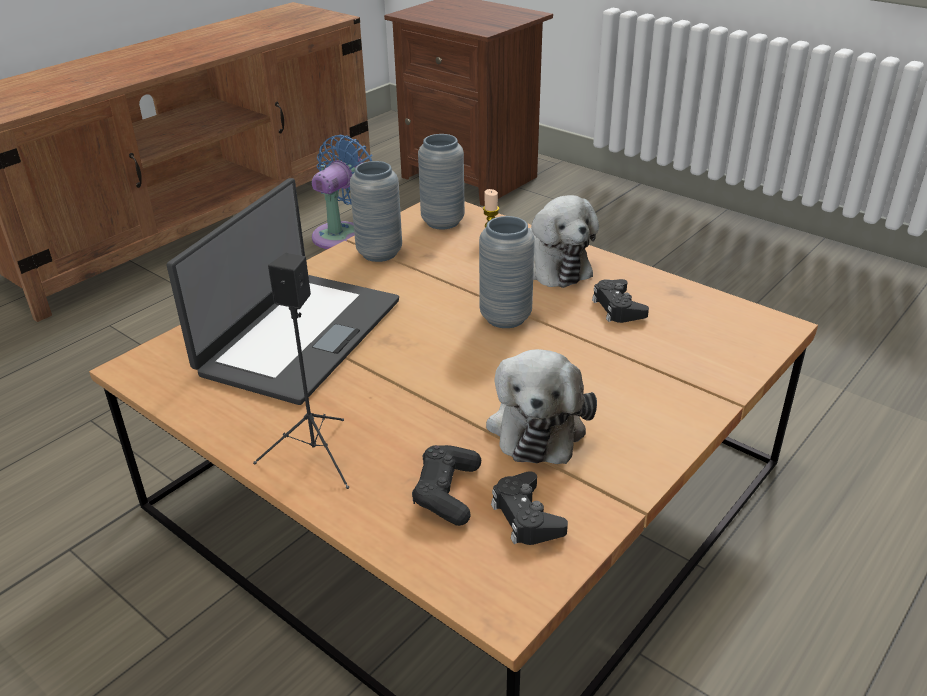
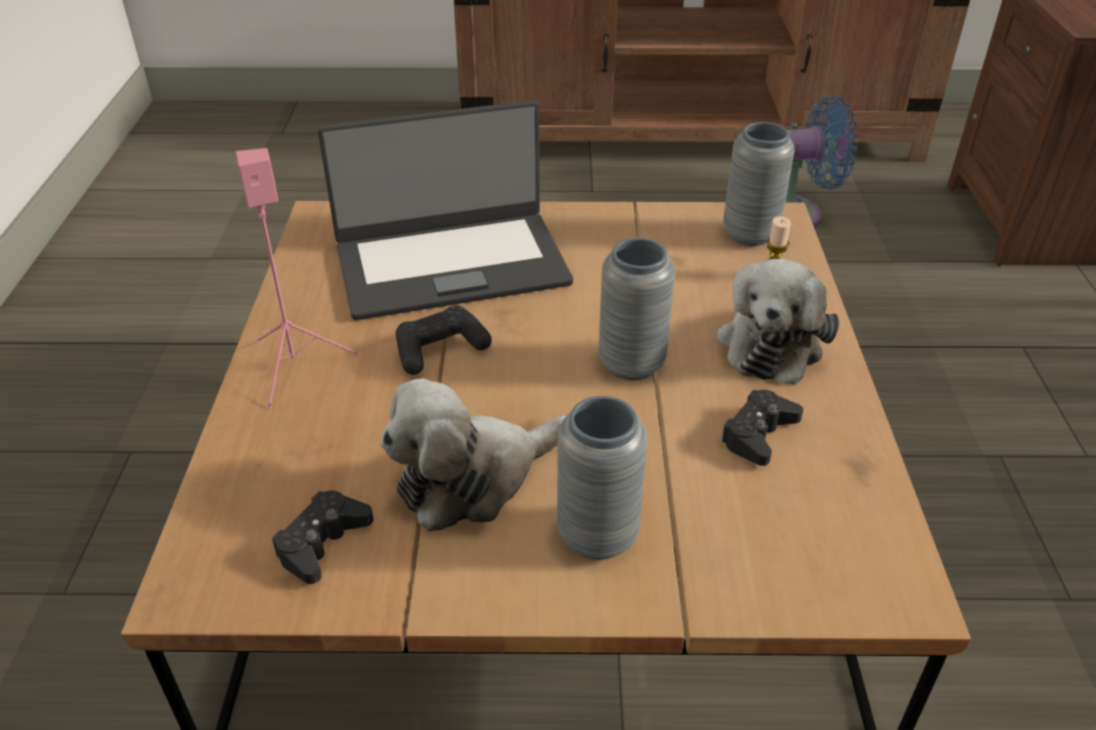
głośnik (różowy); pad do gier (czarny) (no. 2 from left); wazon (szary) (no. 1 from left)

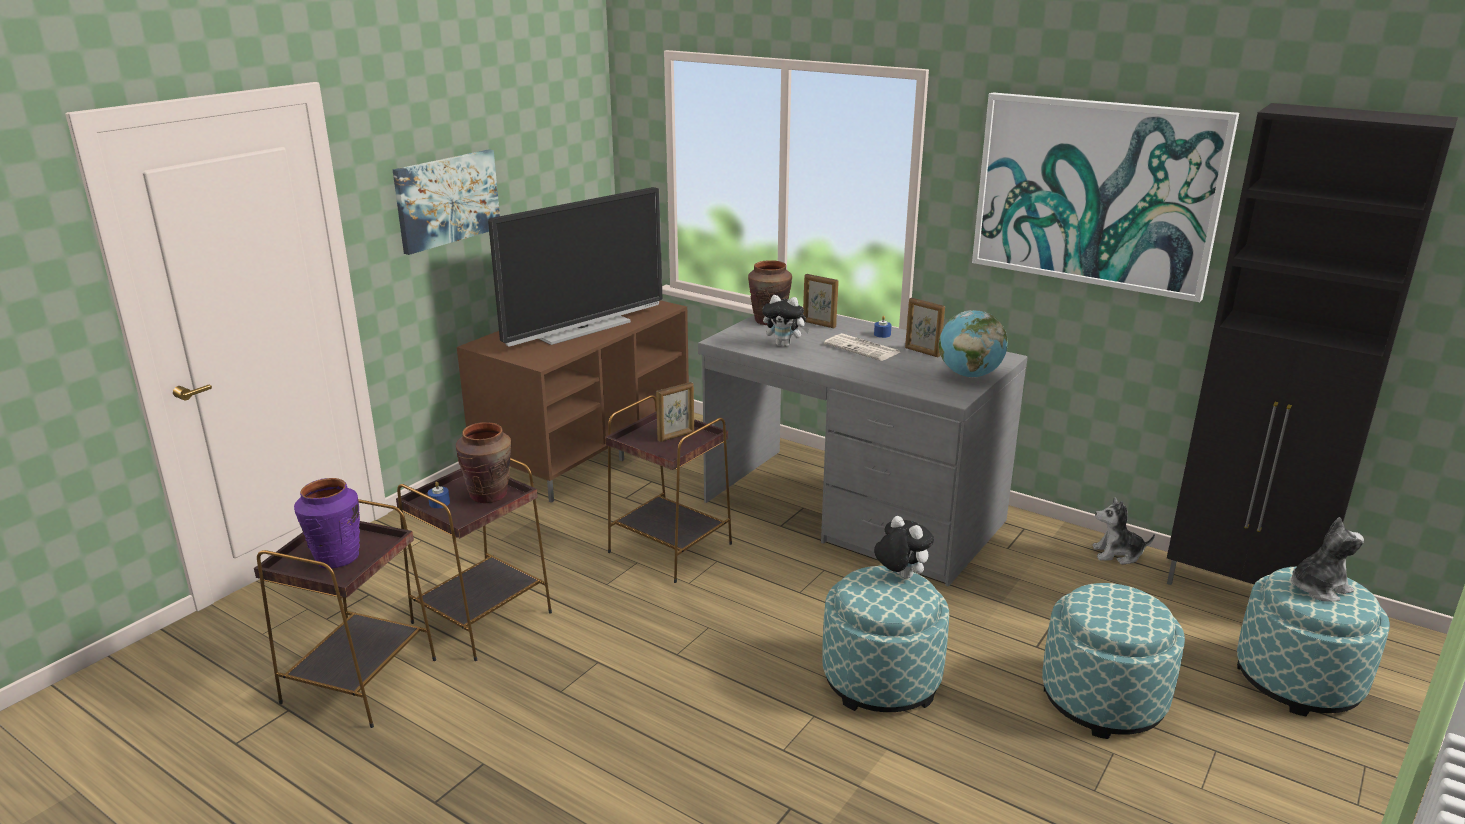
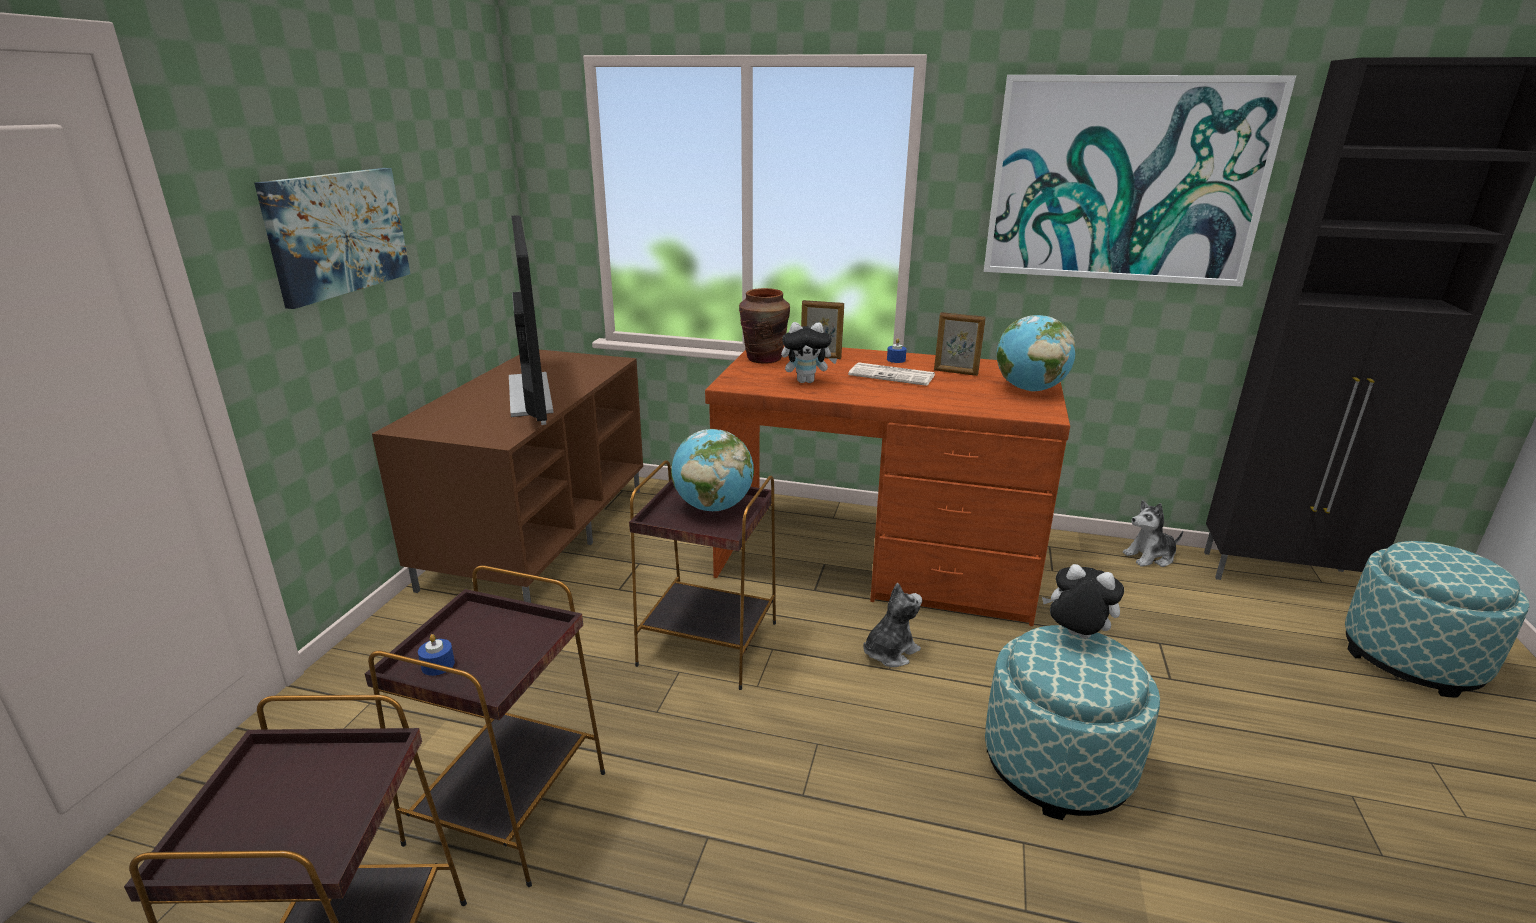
telewizor; globus (no. 1 from left); biurko (brązowy); pluszak (no. 2 from left); wazon (fioletowy); wazon (brązowy) (no. 1 from left in the first image); pufa (no. 2 from left in the first image)

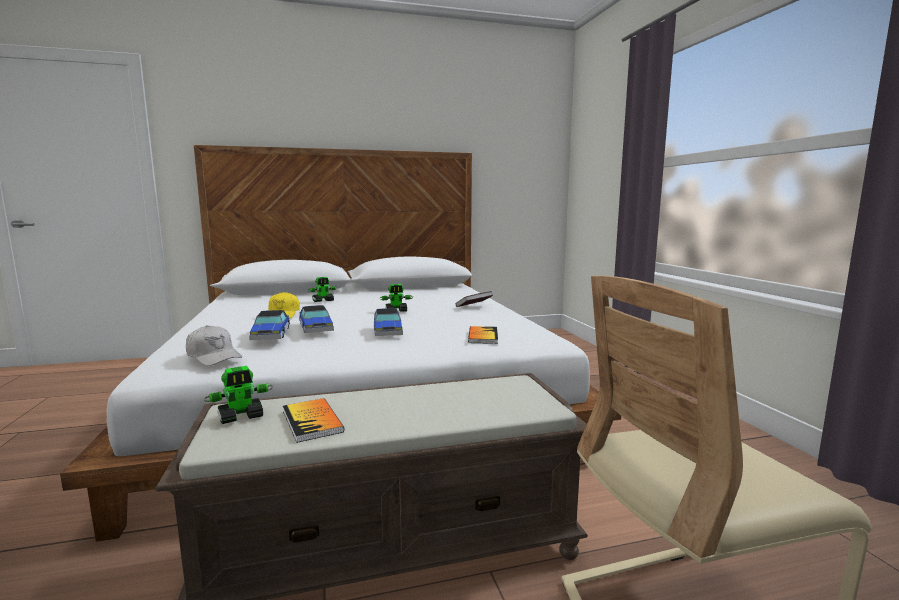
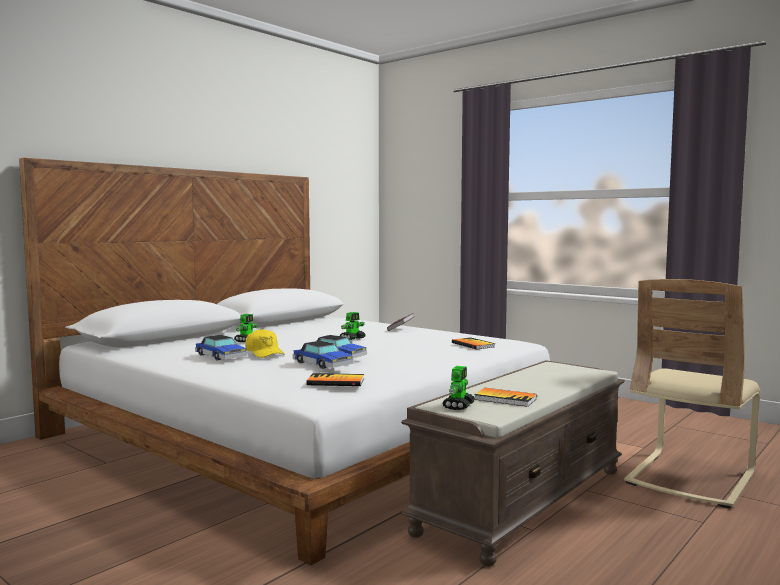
samochodzik (no. 1 from left); książka (no. 1 from left)

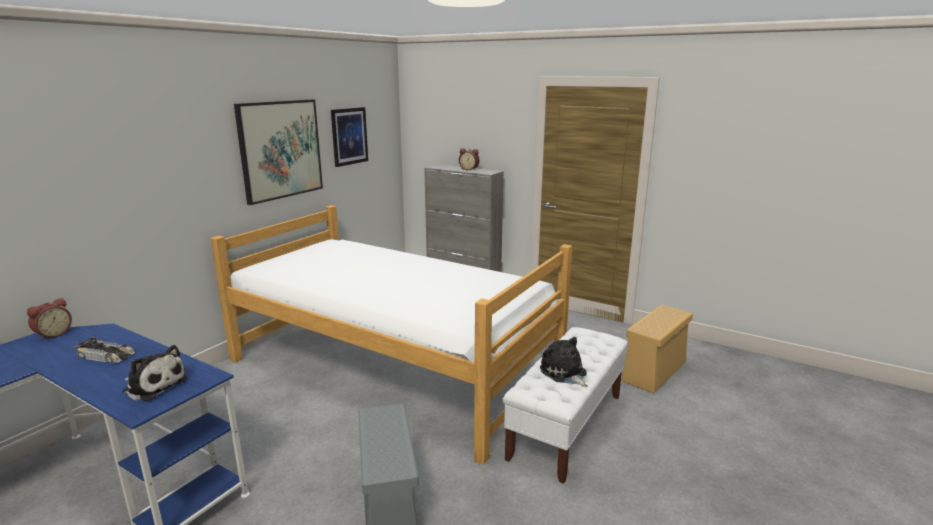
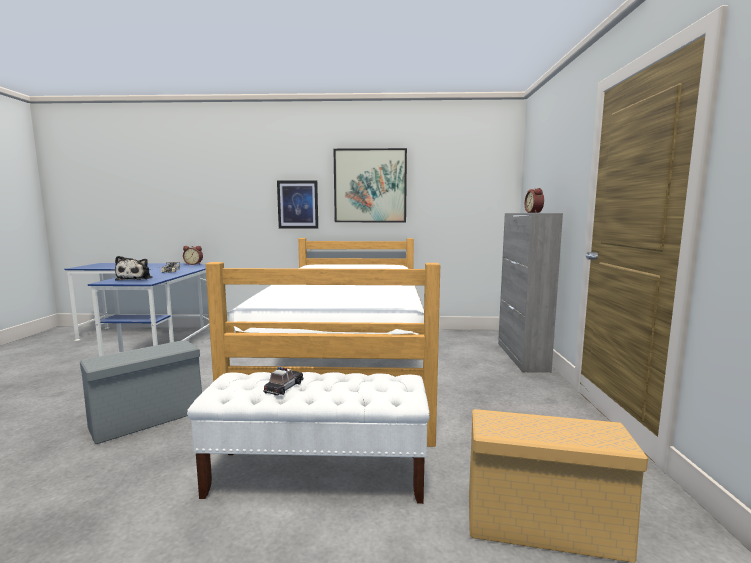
samochodzik (no. 2 from left); obraz (no. 1 from left)

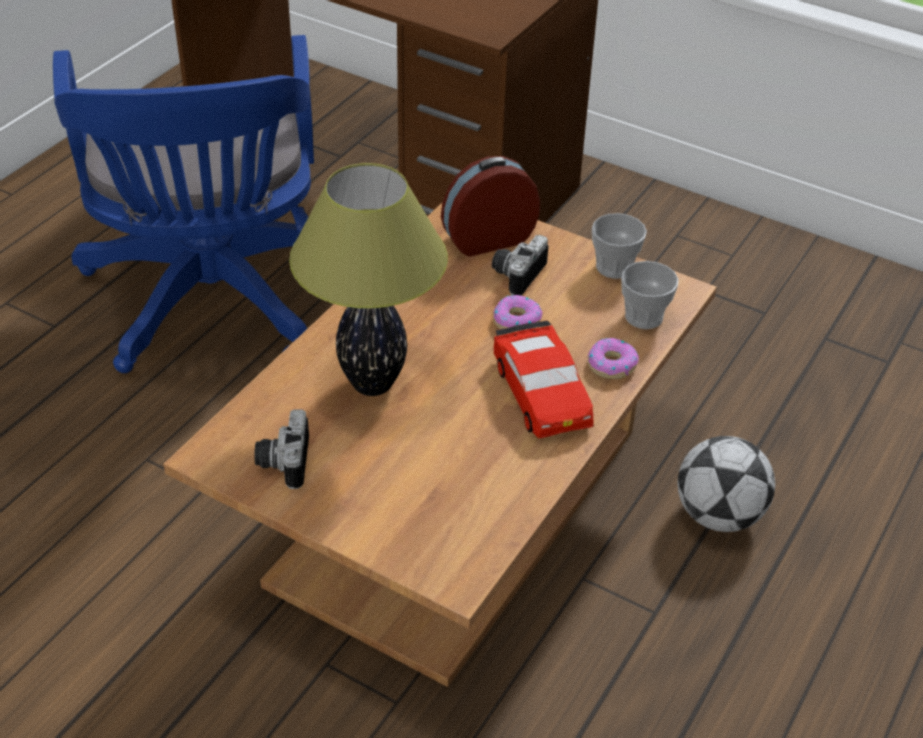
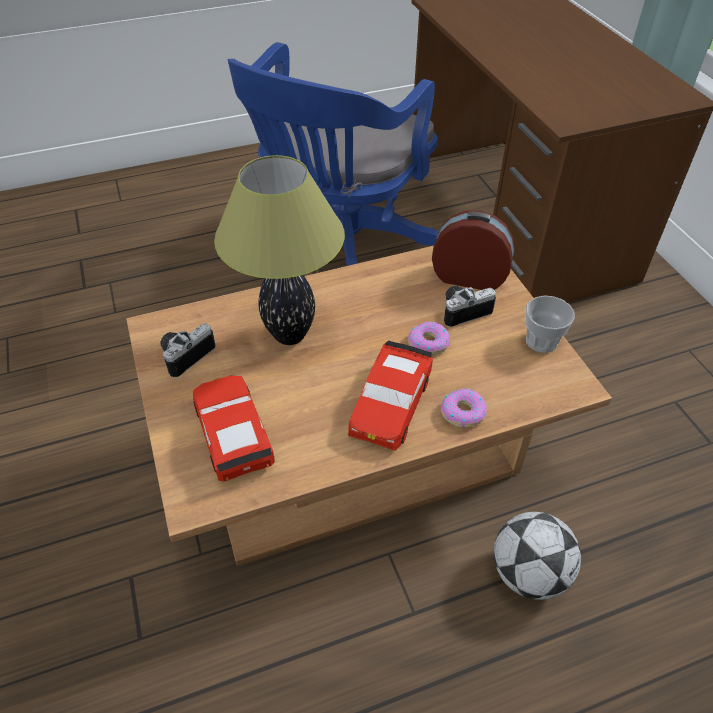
samochodzik (czerwony) (no. 1 from left); filiżanka (no. 2 from left in the first image)

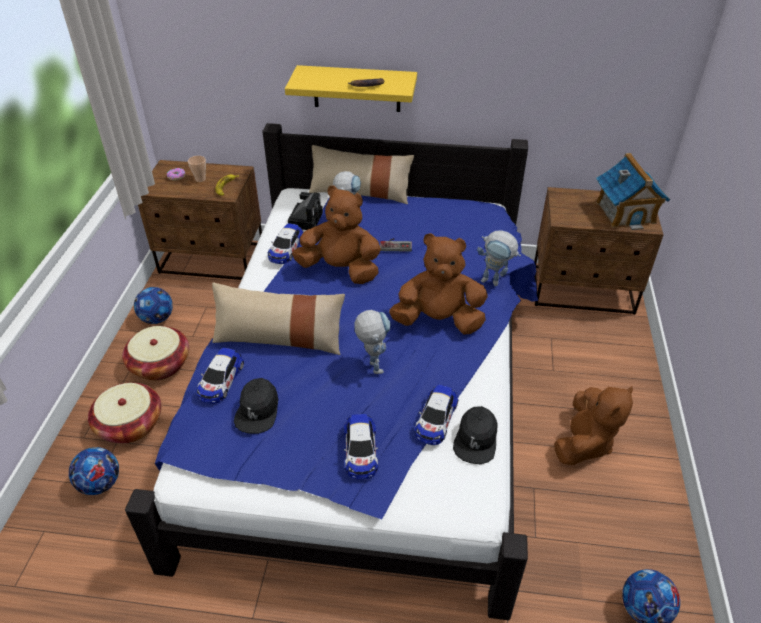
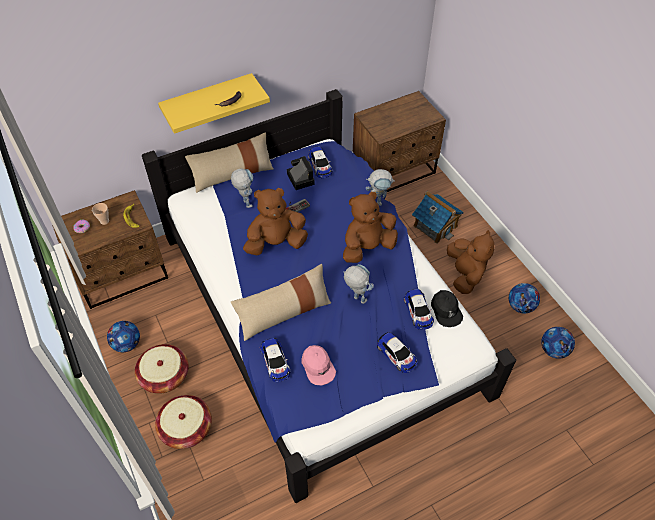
aparat fotograficzny; czapka z daszkiem (różowy); samochodzik (no. 2 from left); domek; piłka futbolowa (no. 2 from left)

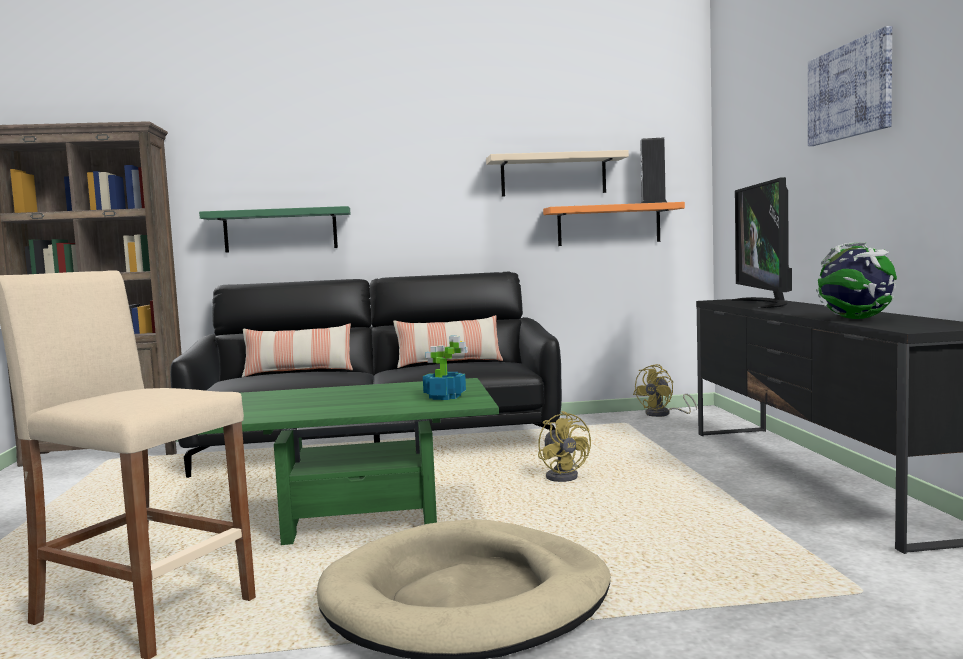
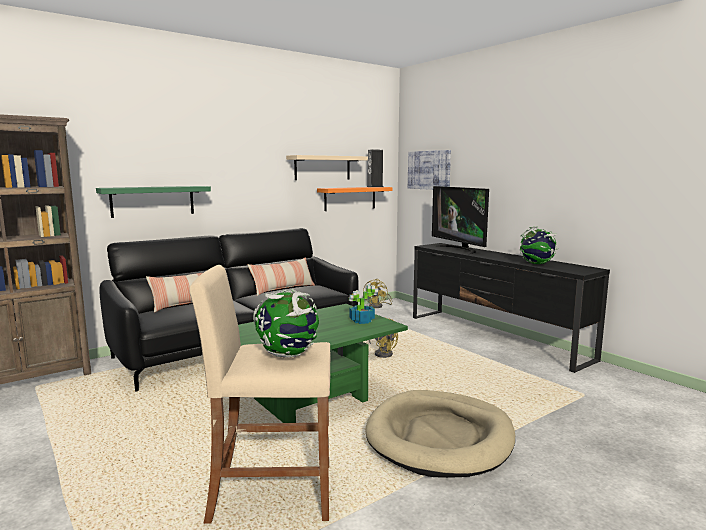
globus (no. 1 from left); obraz

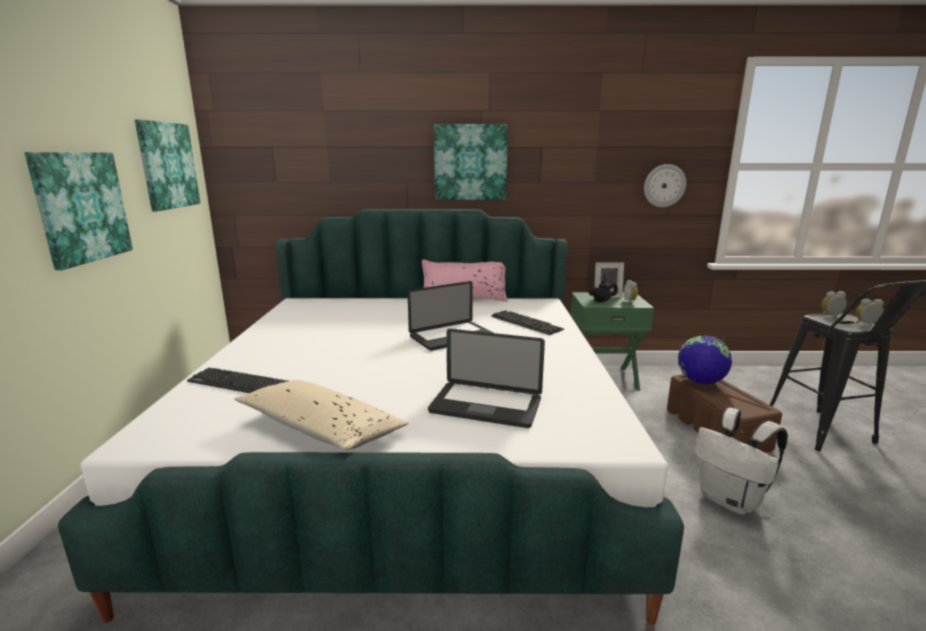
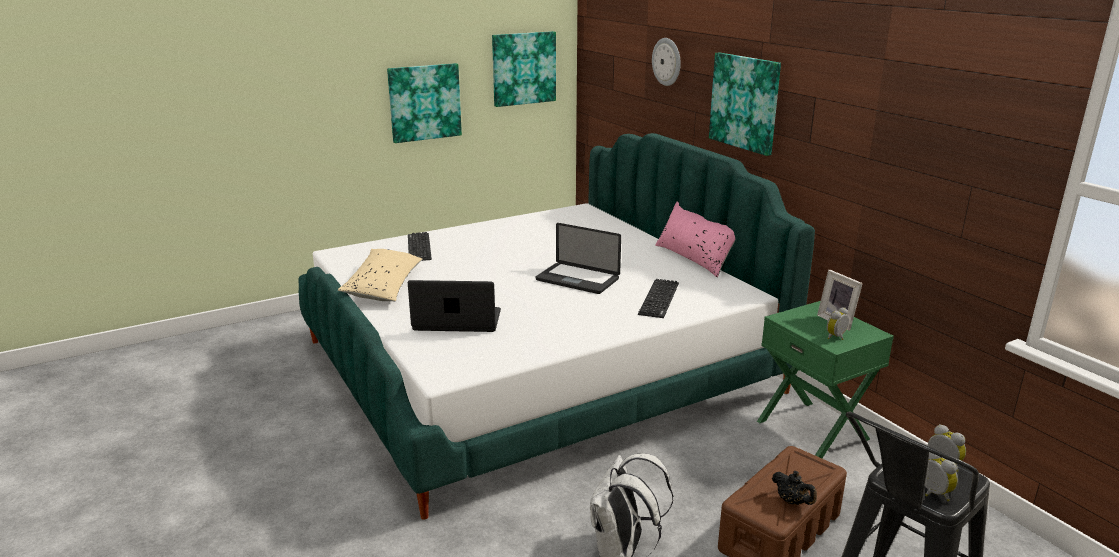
laptop (no. 1 from left); zegar ścienny; imbryk (czarny); globus

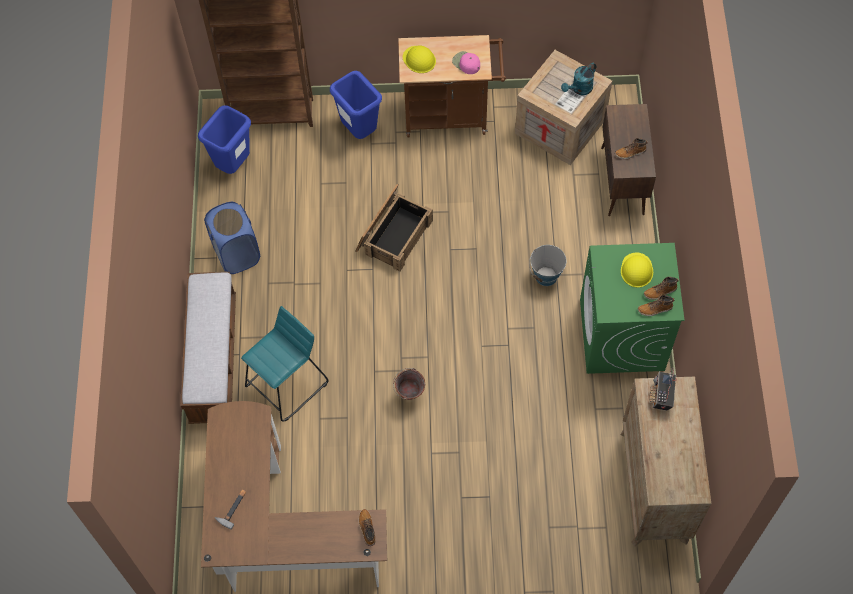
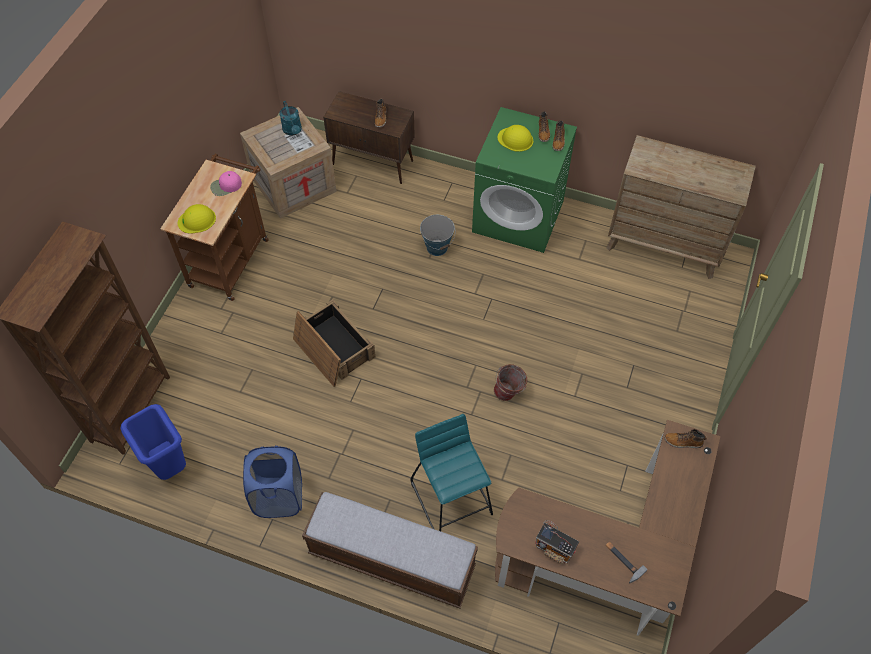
radio; kosz na śmieci (niebieski) (no. 2 from left in the first image)

